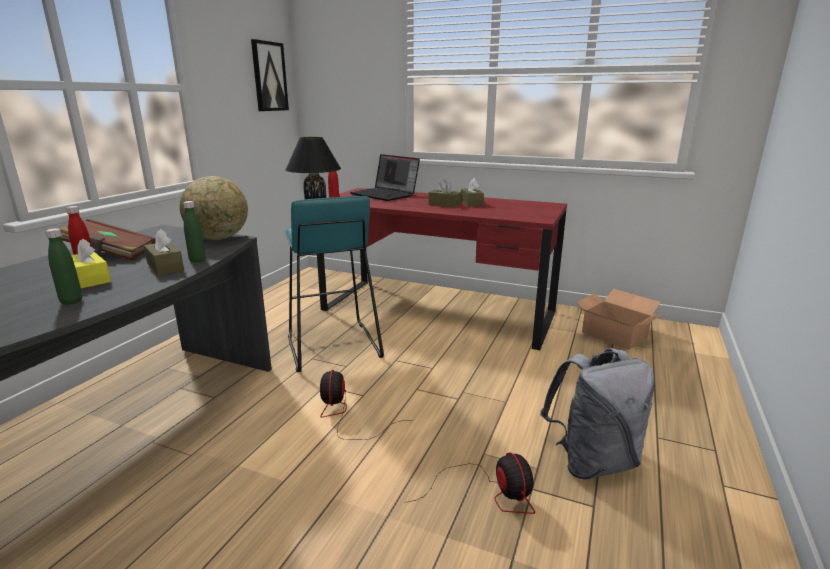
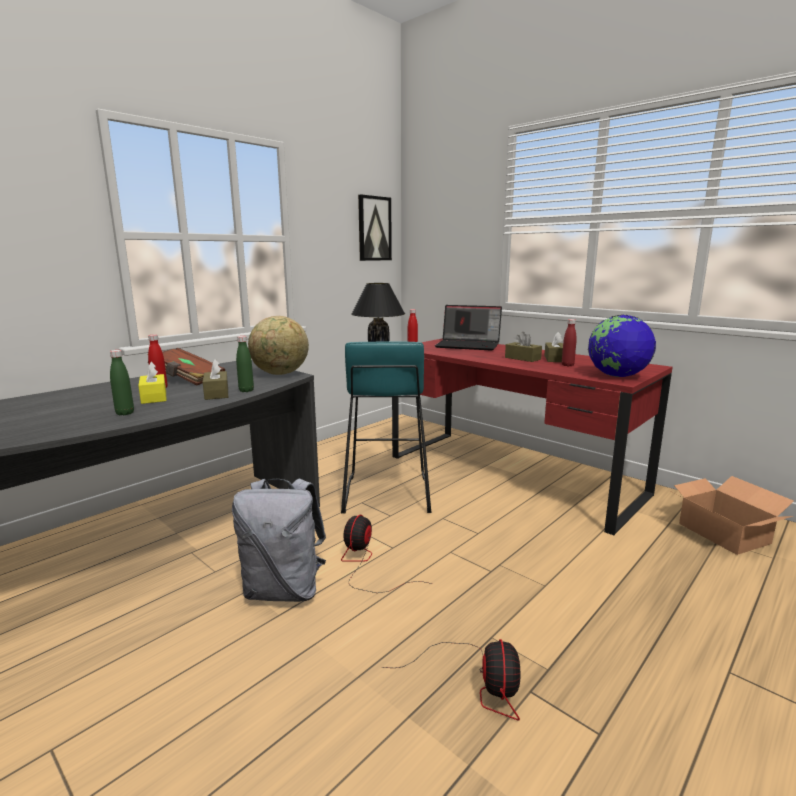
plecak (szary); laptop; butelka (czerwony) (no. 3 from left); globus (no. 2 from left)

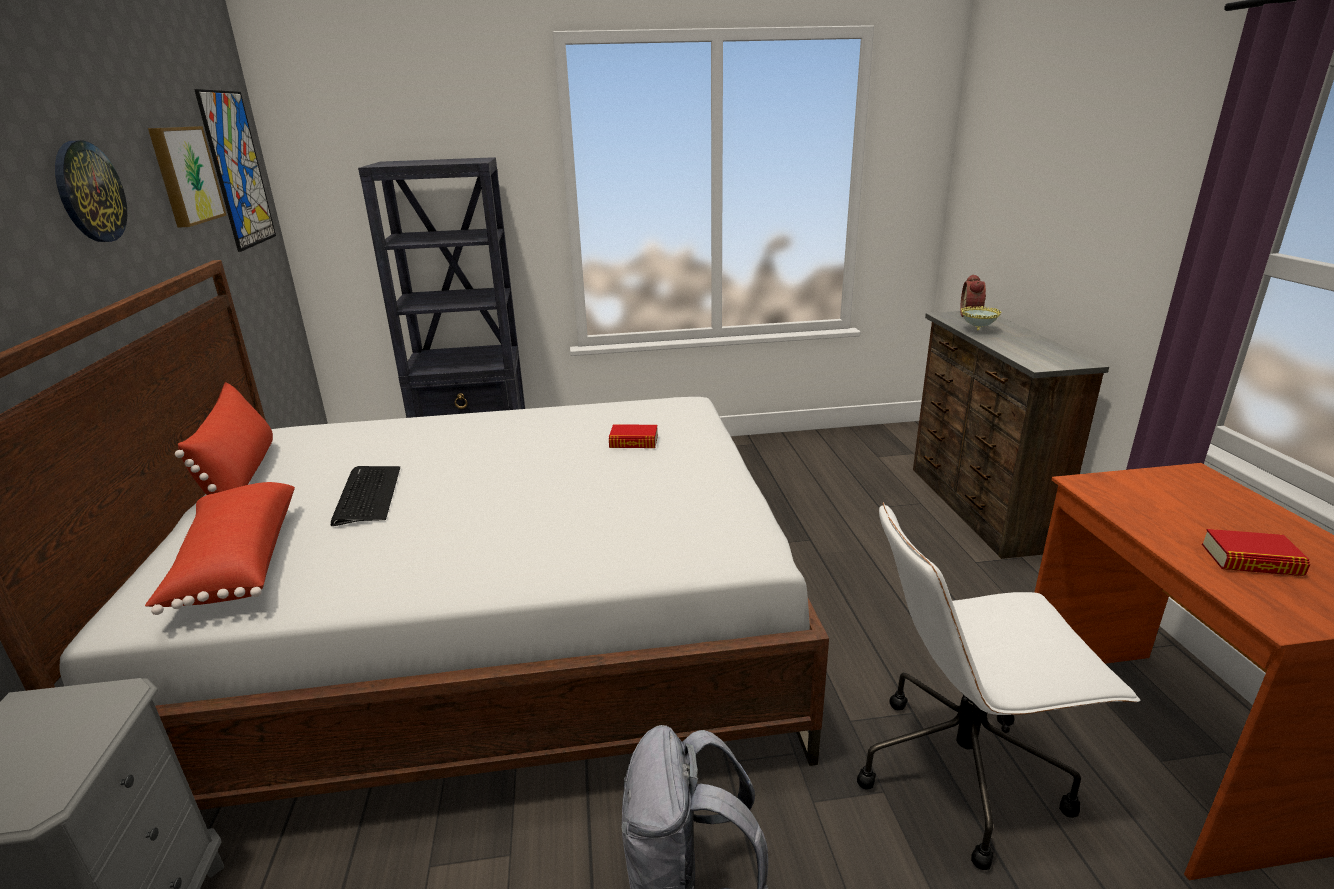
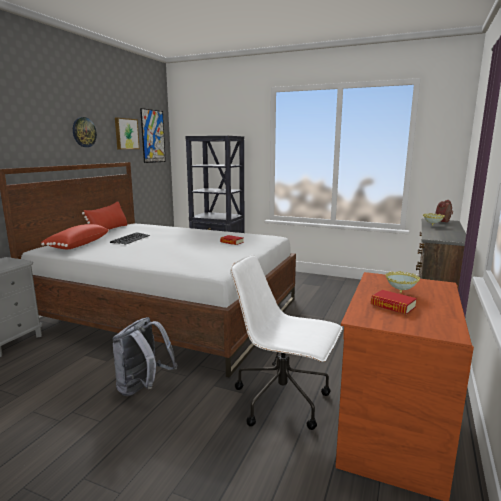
miska (no. 1 from left)

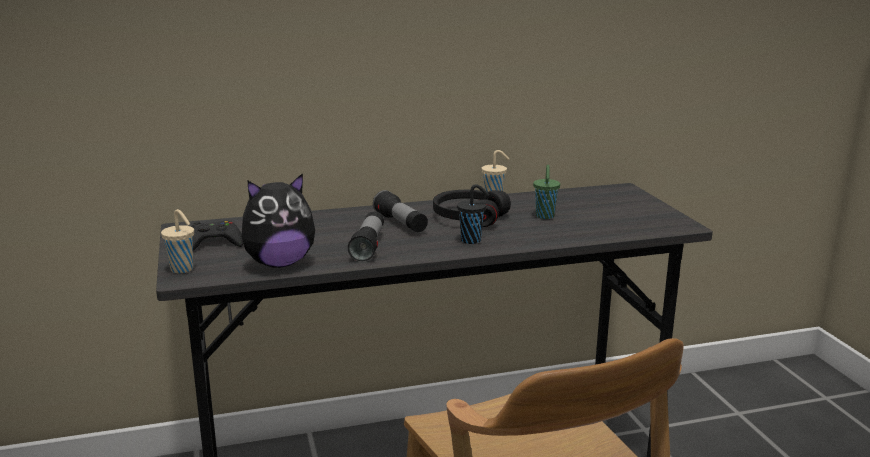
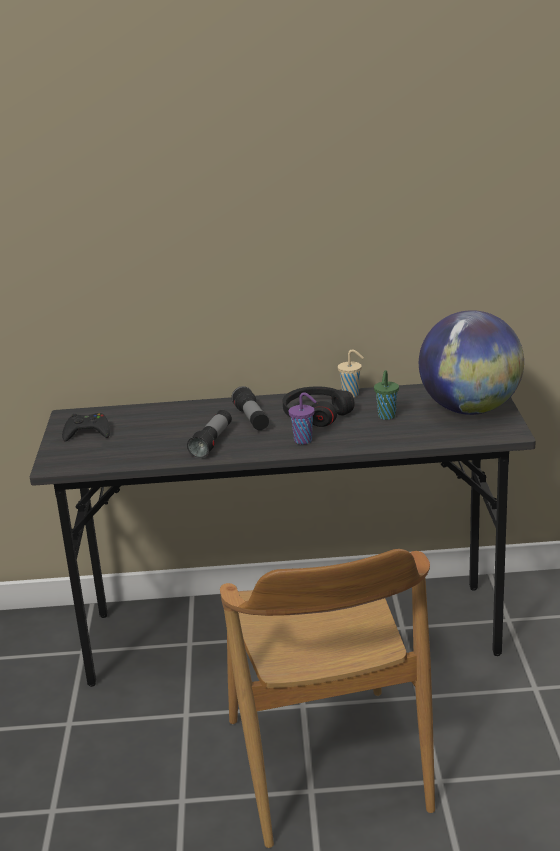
filiżanka (fioletowy); globus; filiżanka (beżowy) (no. 1 from left in the first image); pluszak

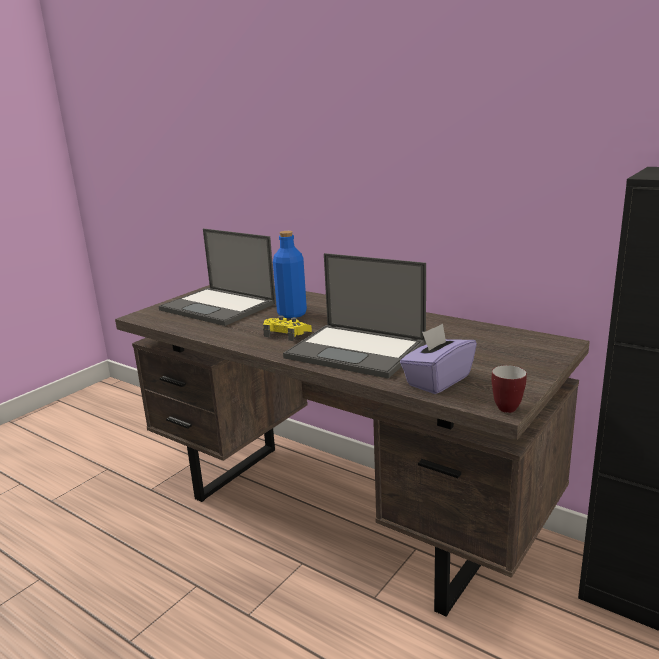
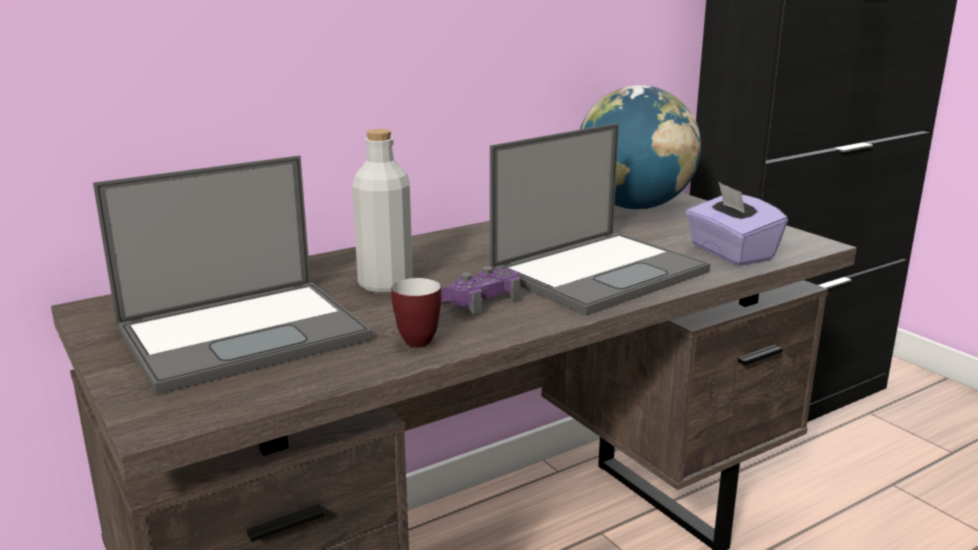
butelka (szary); kubek; pad do gier (fioletowy); globus

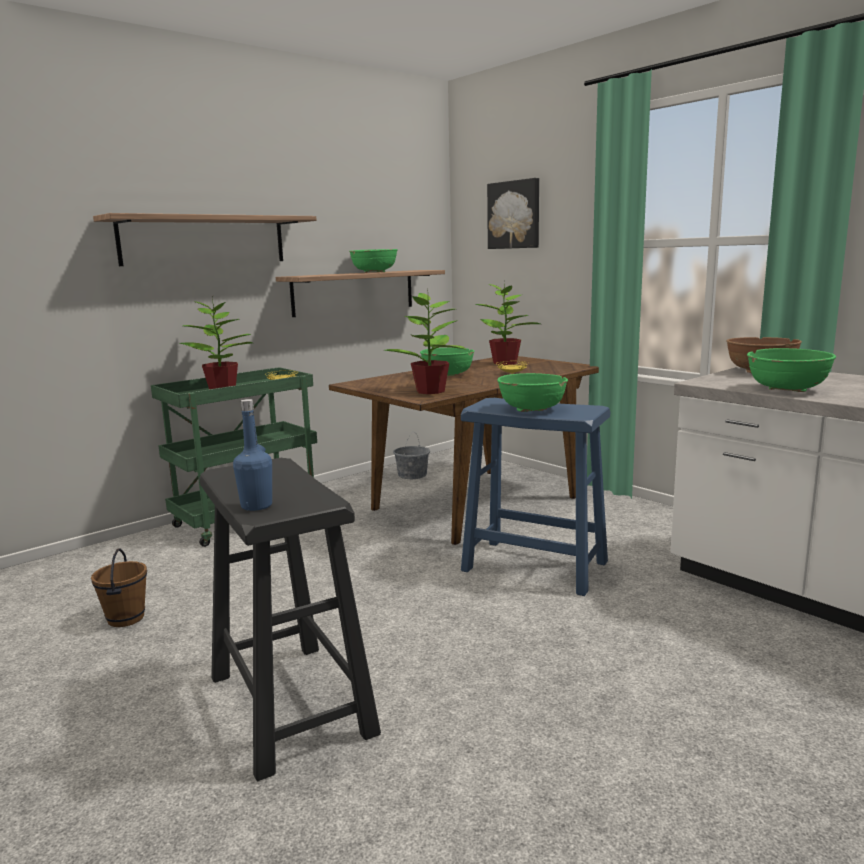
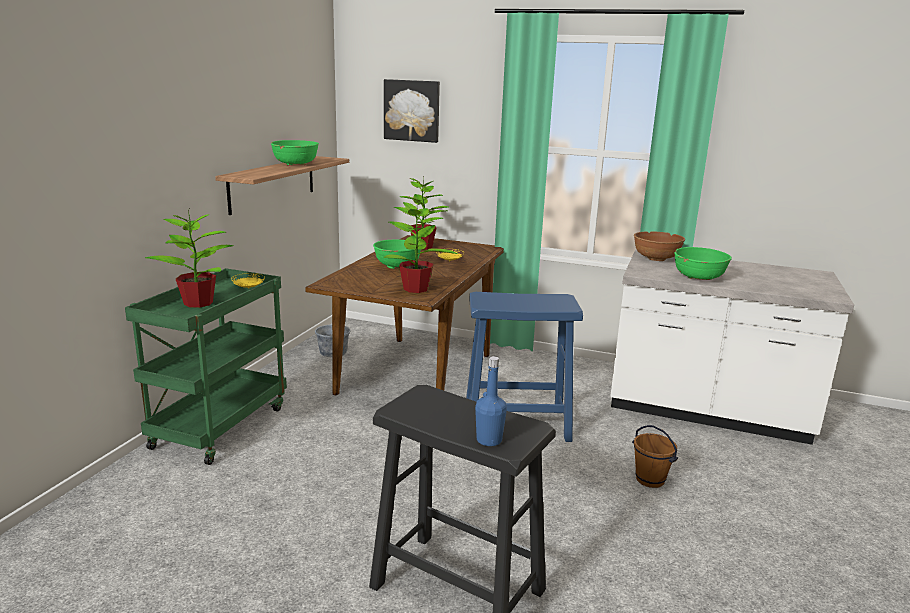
wiadro (brązowy); półka (no. 1 from left in the first image); miska (zielony) (no. 3 from left in the first image)

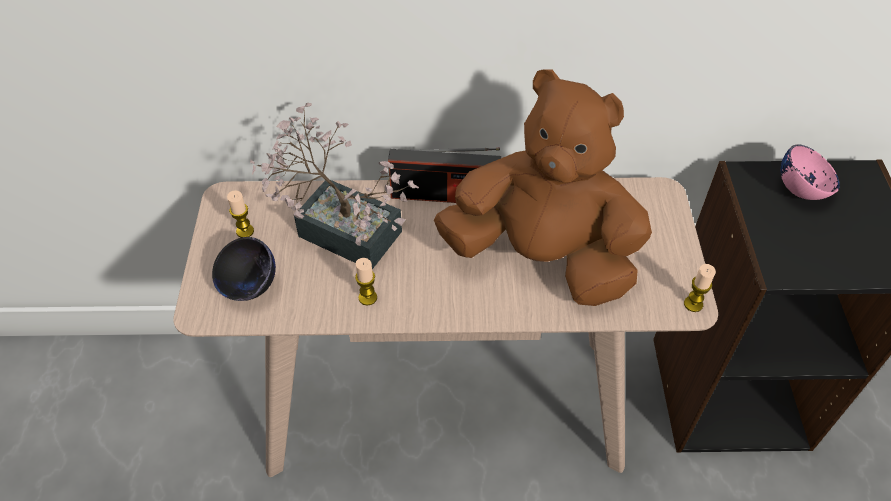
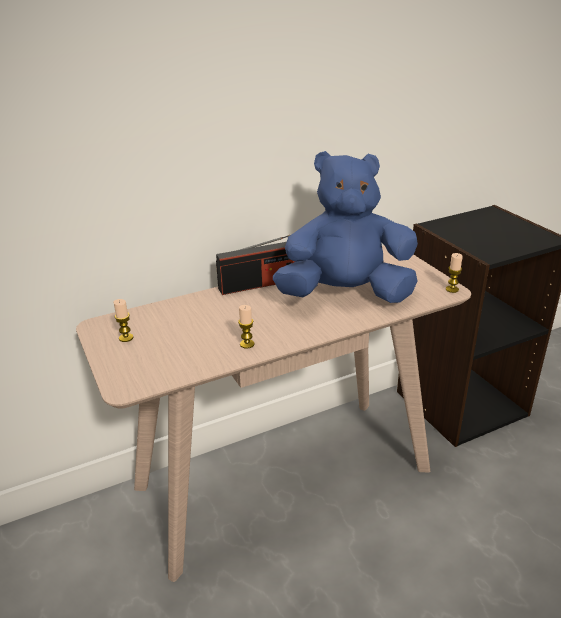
pluszak (niebieski); miska (czarny); roślina doniczkowa; miska (różowy)

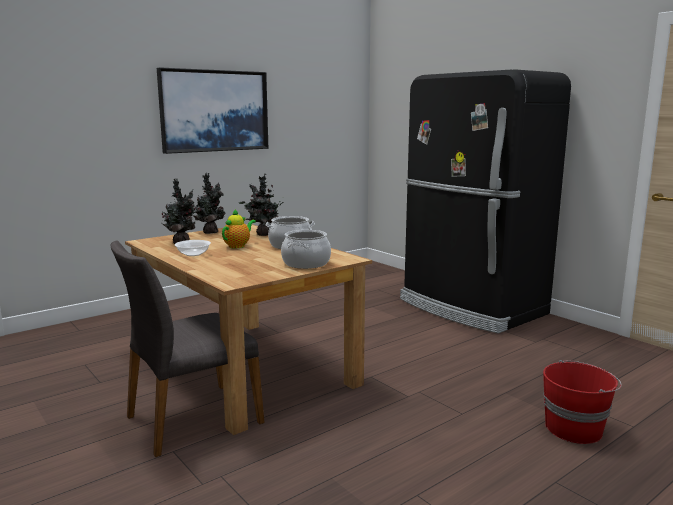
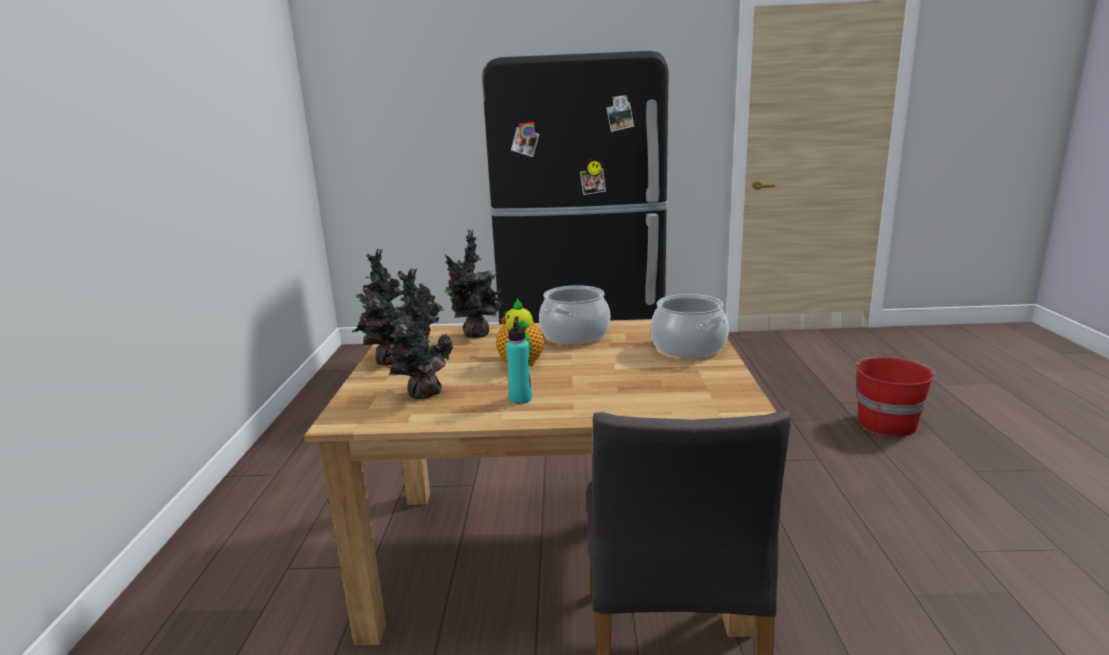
butelka (turkusowy); obraz

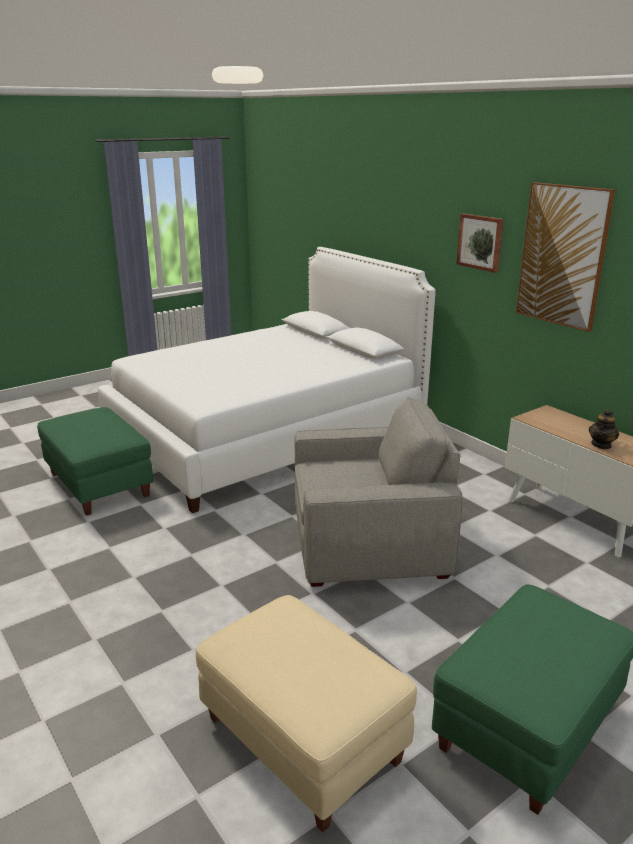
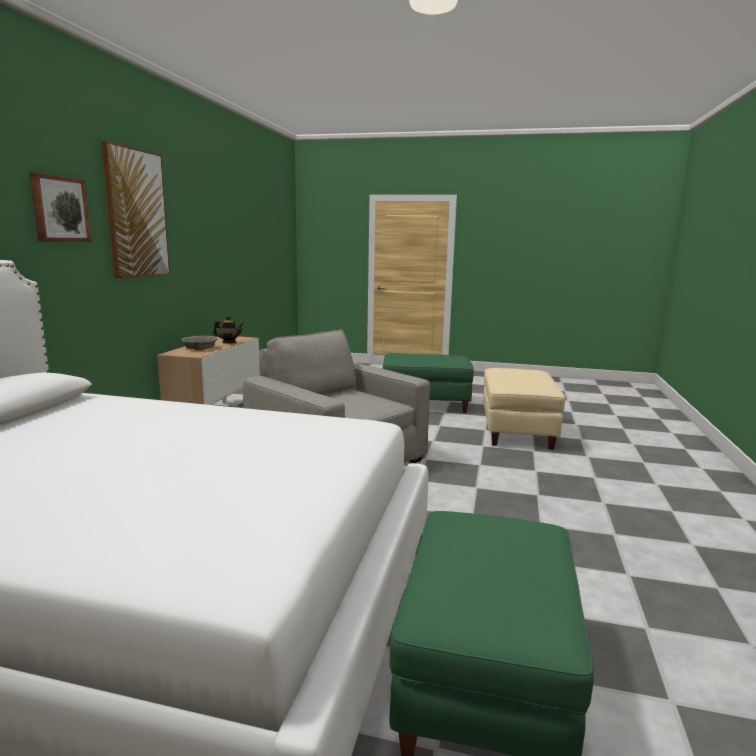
miska (szary)

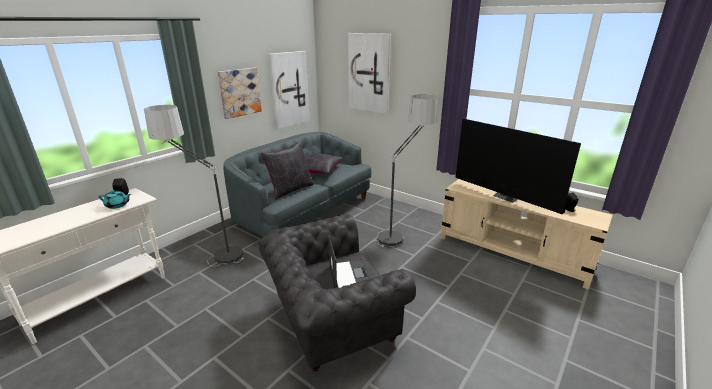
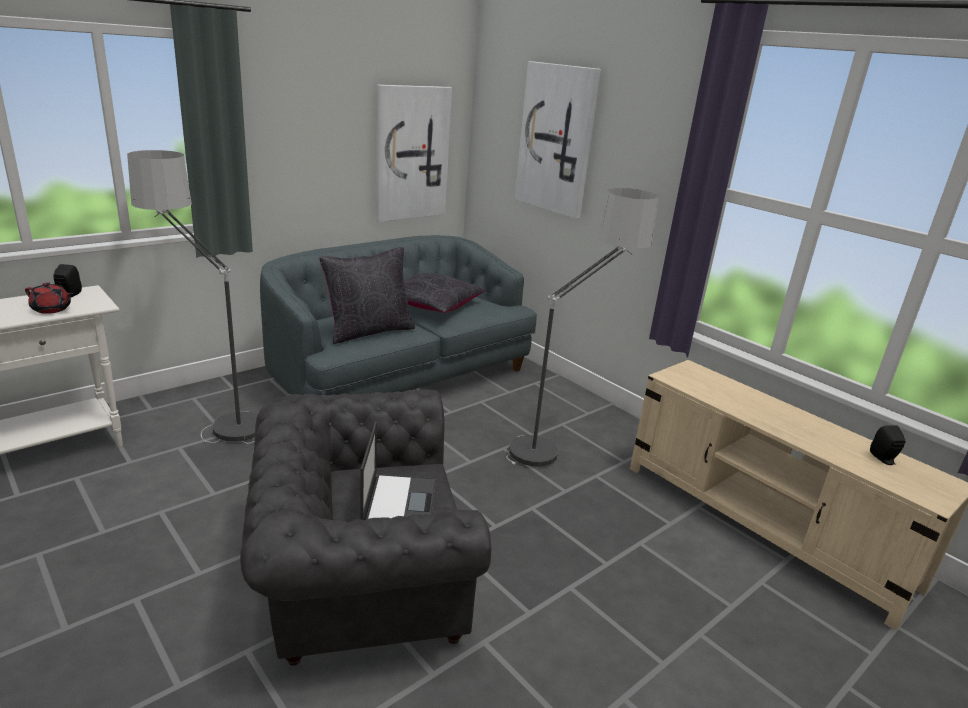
imbryk (czerwony); obraz (no. 1 from left in the first image); telewizor

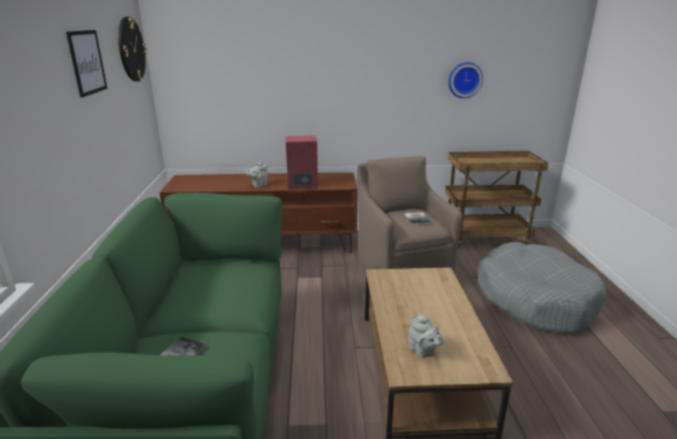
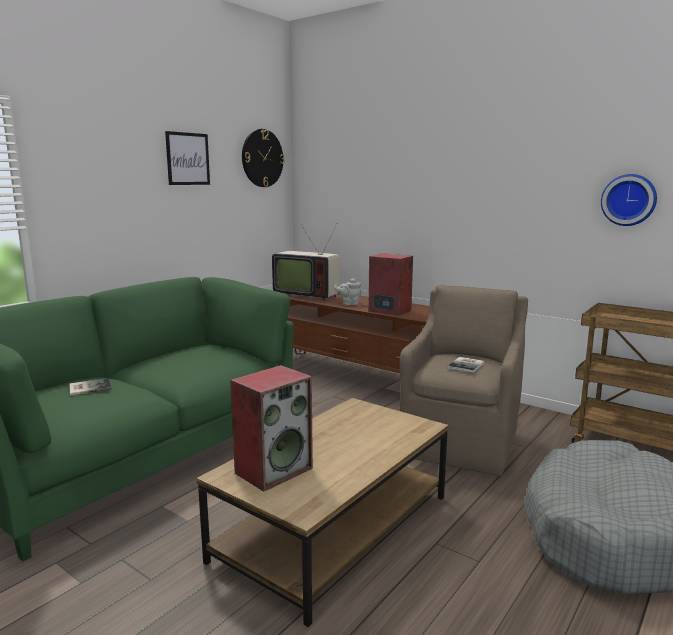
głośnik (no. 1 from left); telewizor

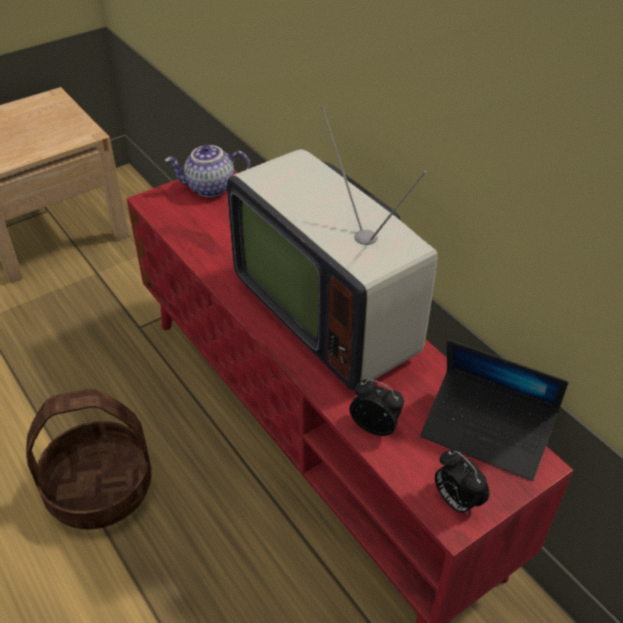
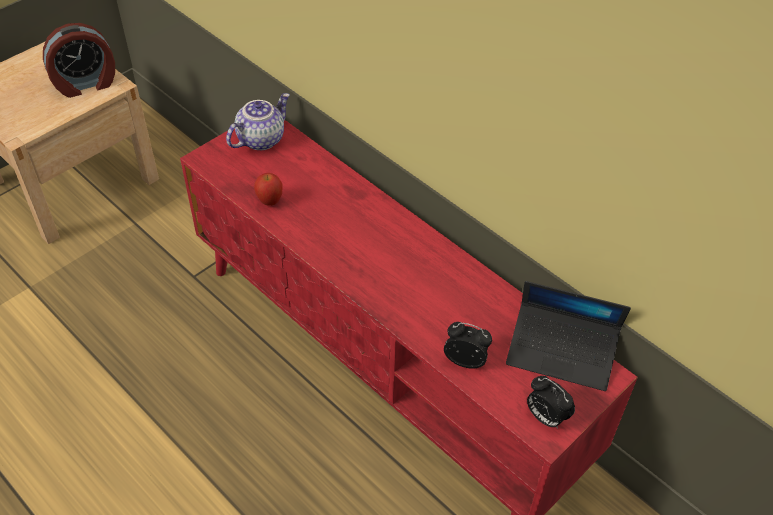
budzik (no. 1 from left); imbryk; jabłko; koszyk; telewizor

